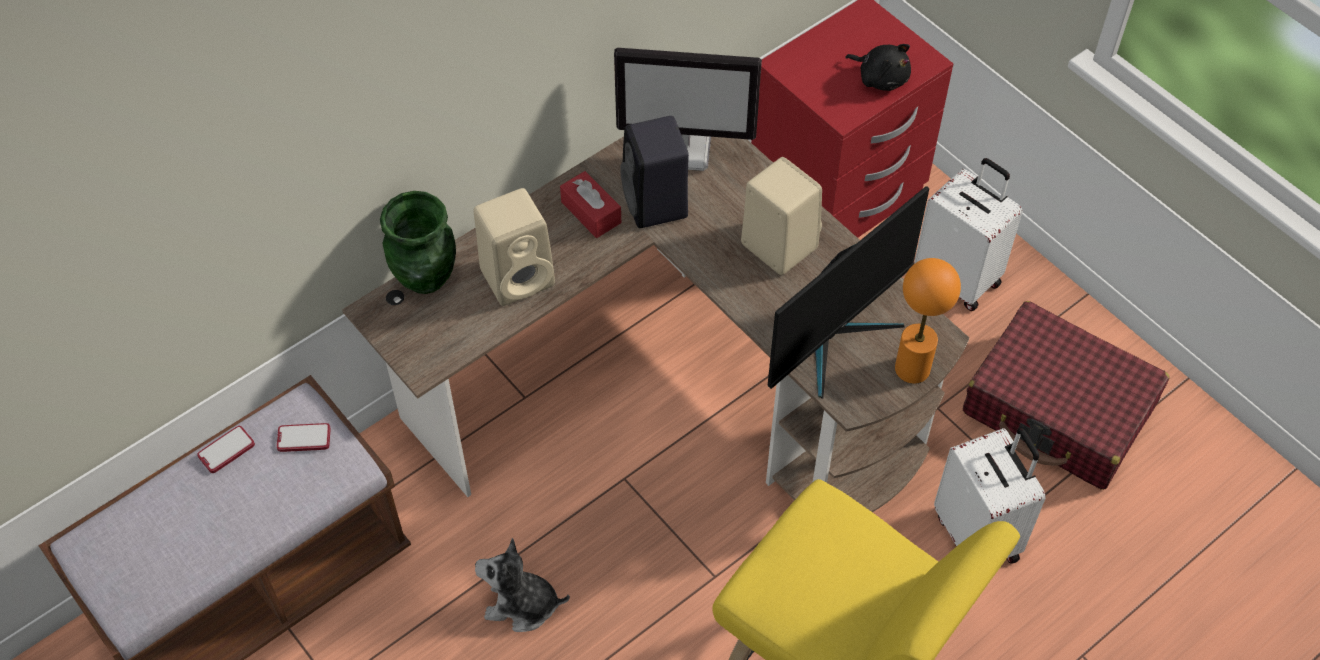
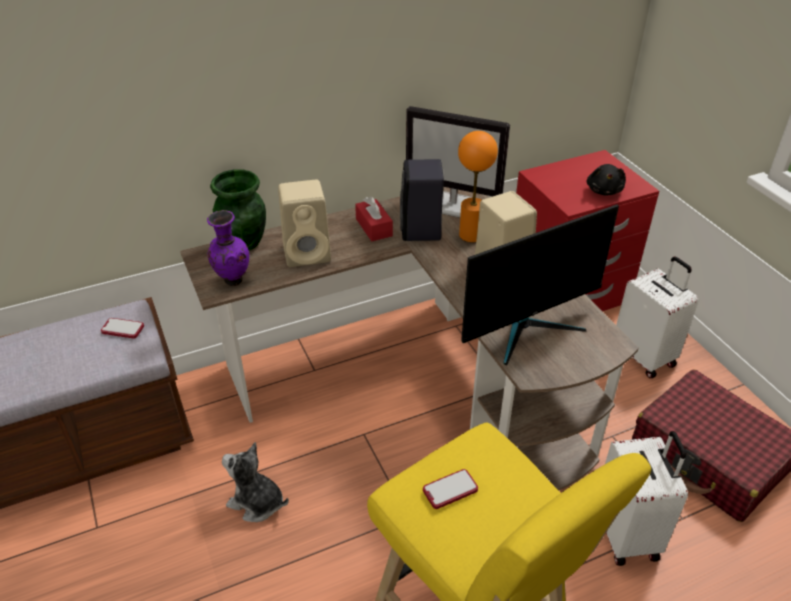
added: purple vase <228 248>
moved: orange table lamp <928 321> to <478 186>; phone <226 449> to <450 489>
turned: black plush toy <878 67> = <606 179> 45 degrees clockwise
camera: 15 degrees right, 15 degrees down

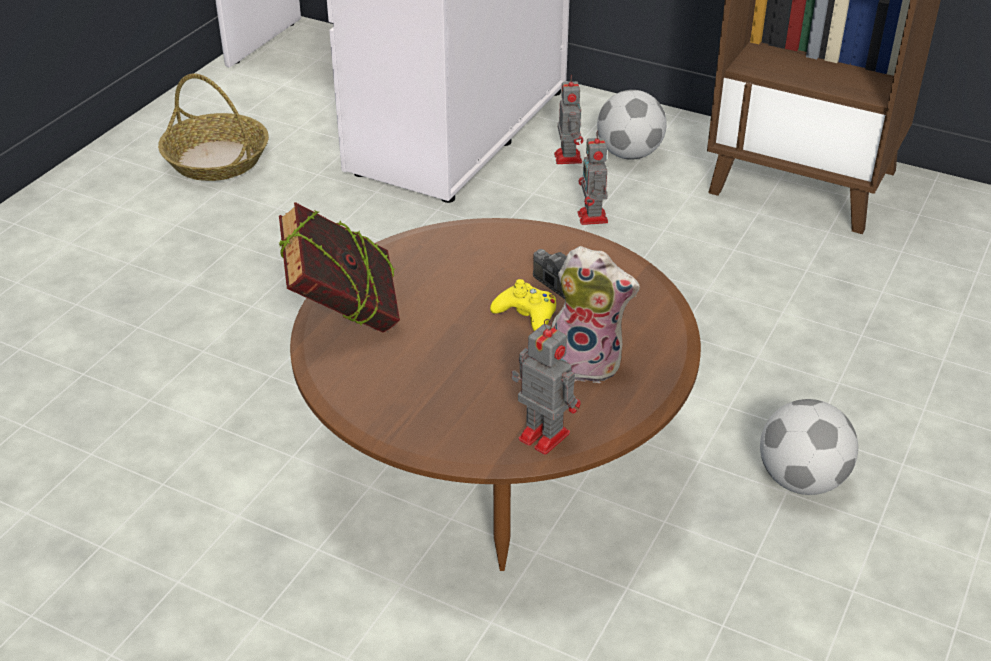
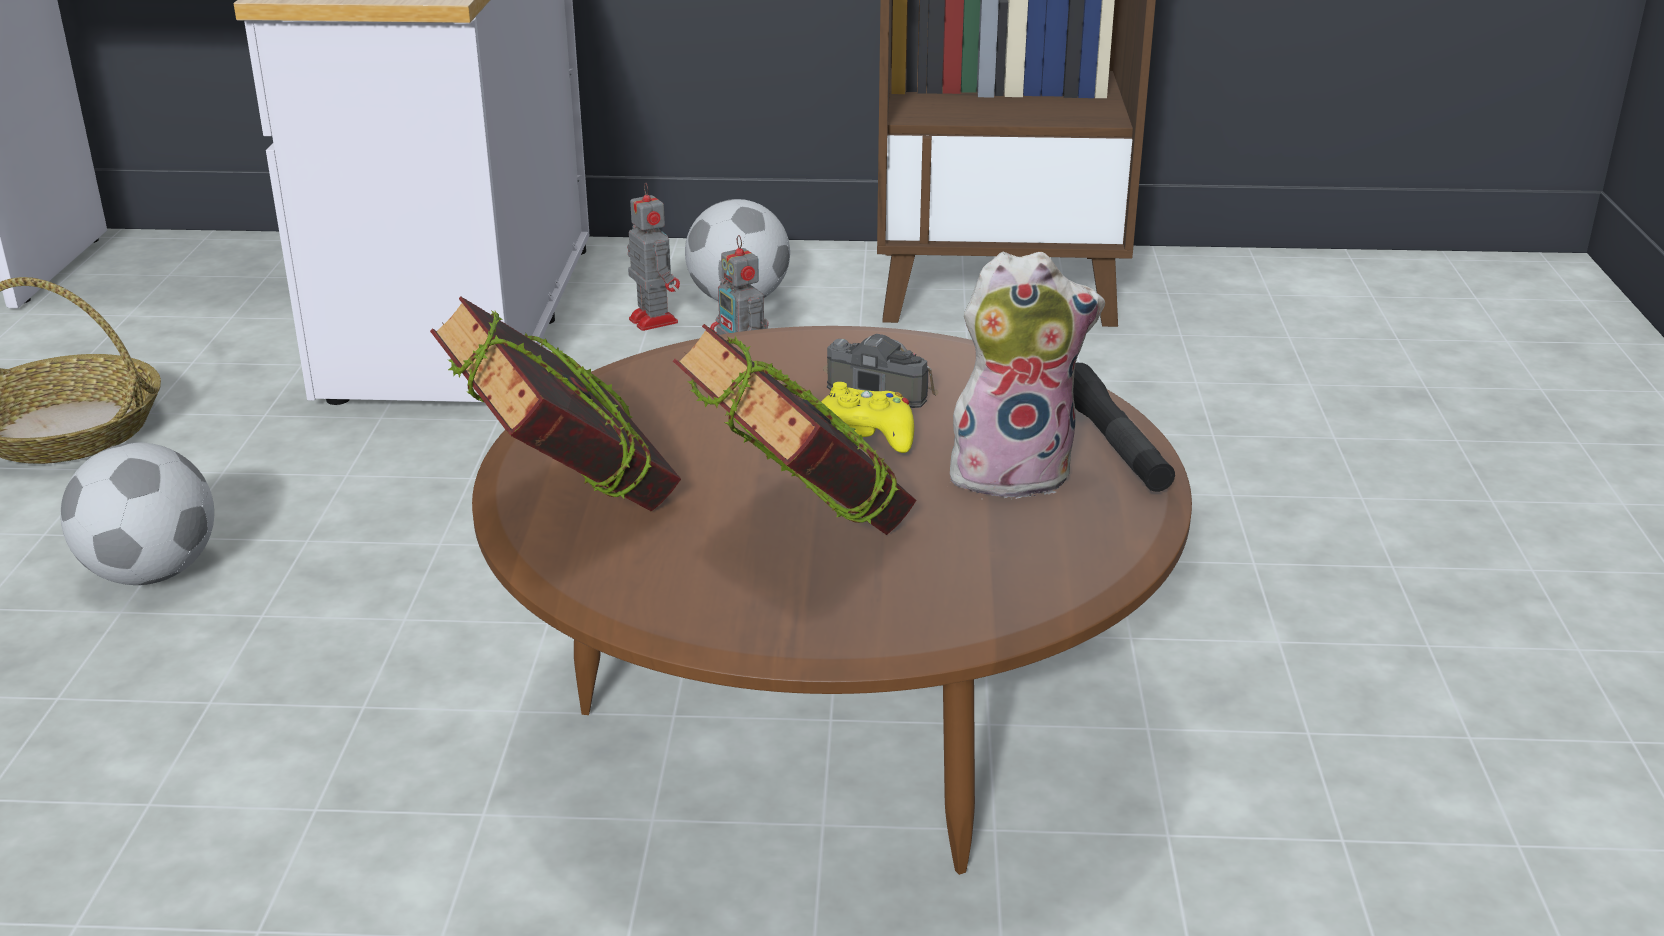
removed: toy robot <546 387>
added: book <794 429>; black flashlight <1124 427>
moved: football <809 447> to <137 513>
camera: 25 degrees left, 10 degrees down

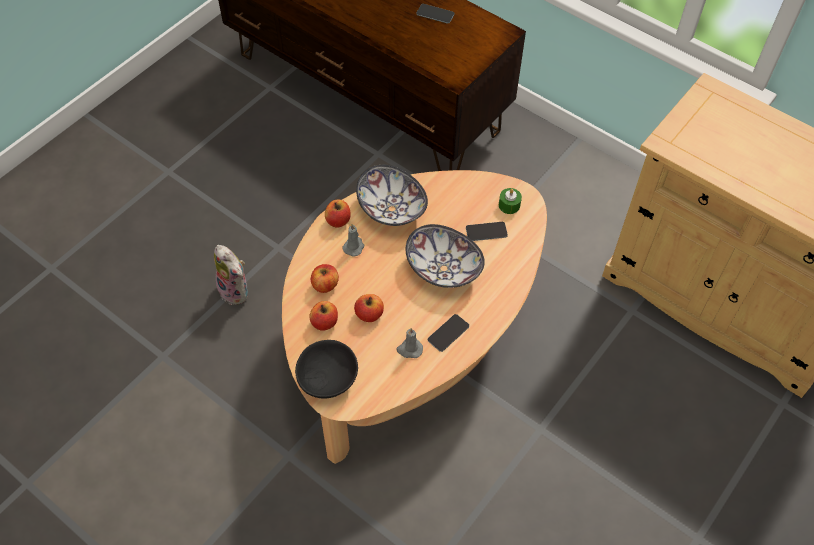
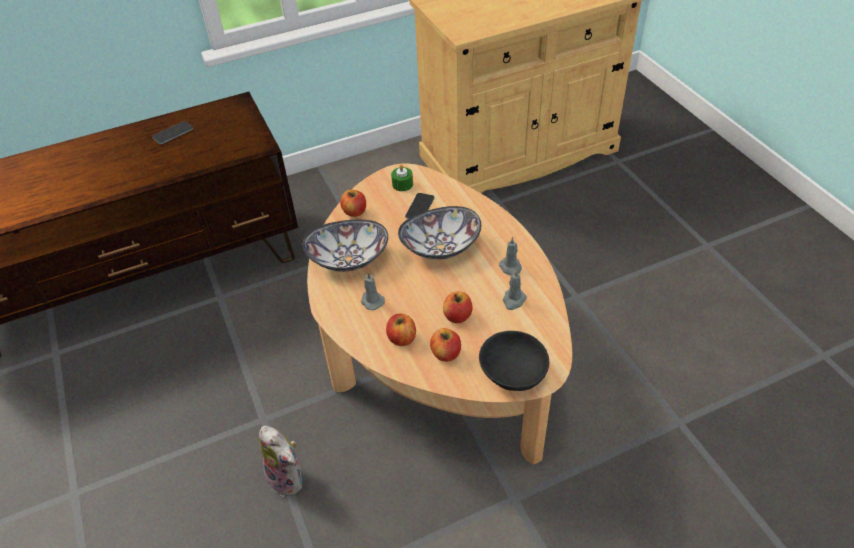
moved: apple <338 214> to <353 203>
replaced: phone <448 333> to grey candle <510 256>
turned: plush toy <231 275> = <281 461> 60 degrees clockwise
camera: 60 degrees left, 10 degrees down

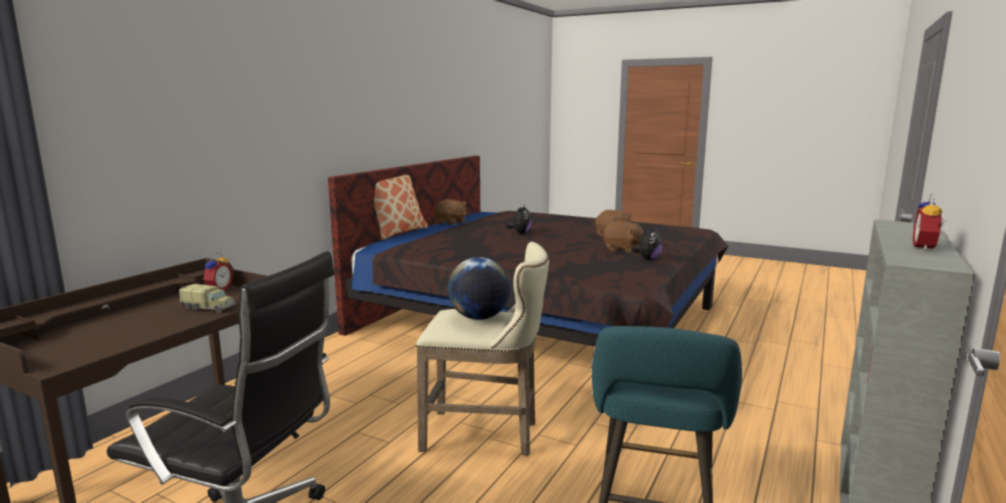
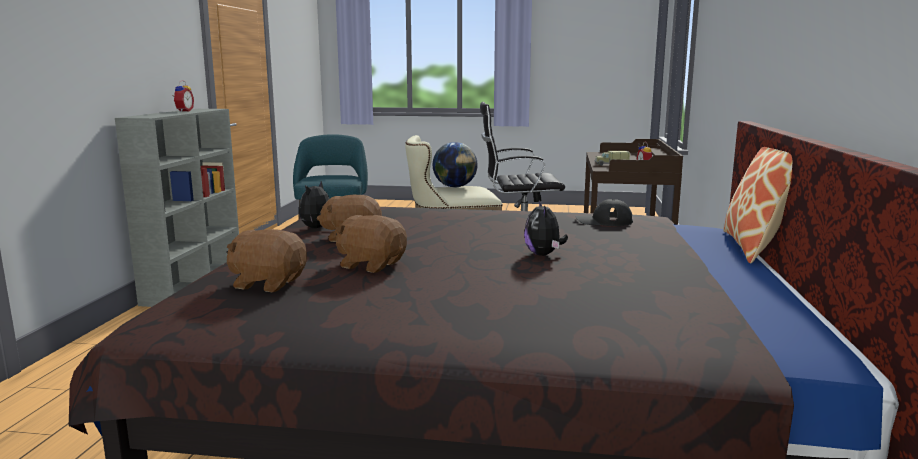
added: black cap <604 212>
moved: brown plush toy <451 212> to <267 260>
camera: 160 degrees right, 0 degrees up

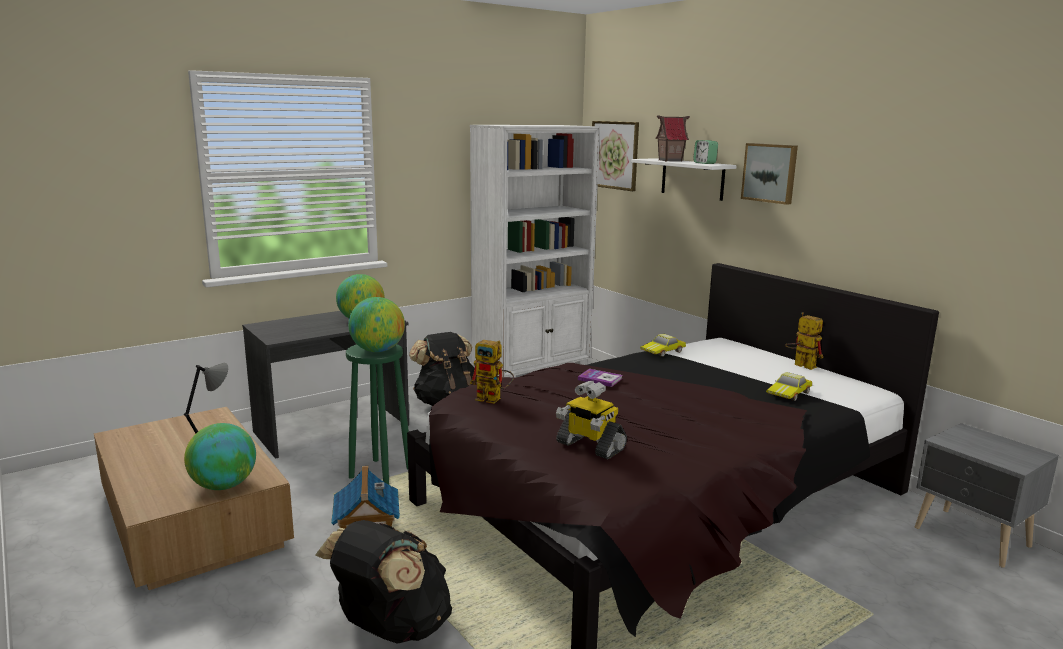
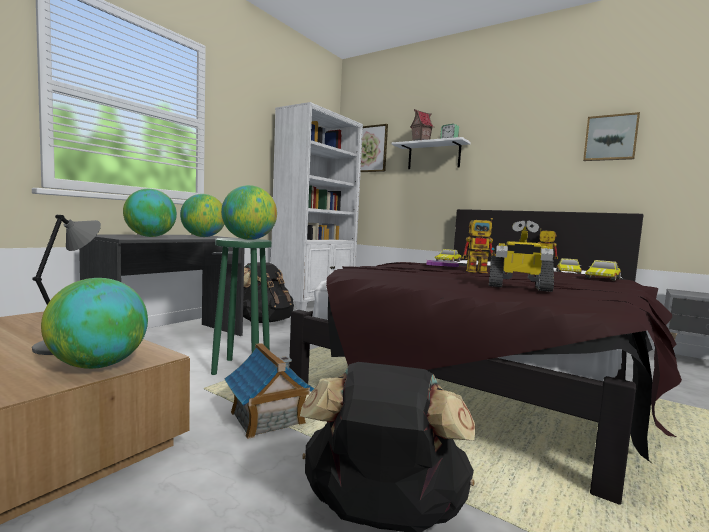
added: globe <150 213>; toy car <603 270>
moved: picture <769 174> to <611 136>; toy robot <492 372> to <479 245>
camera: 20 degrees left, 10 degrees down

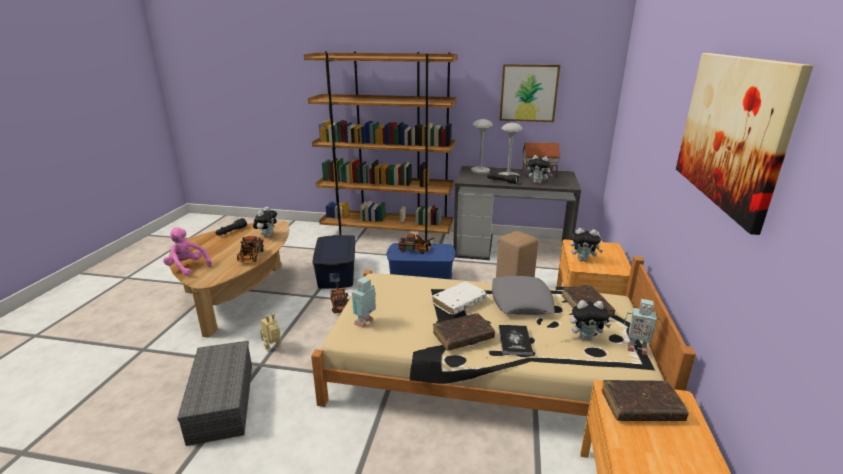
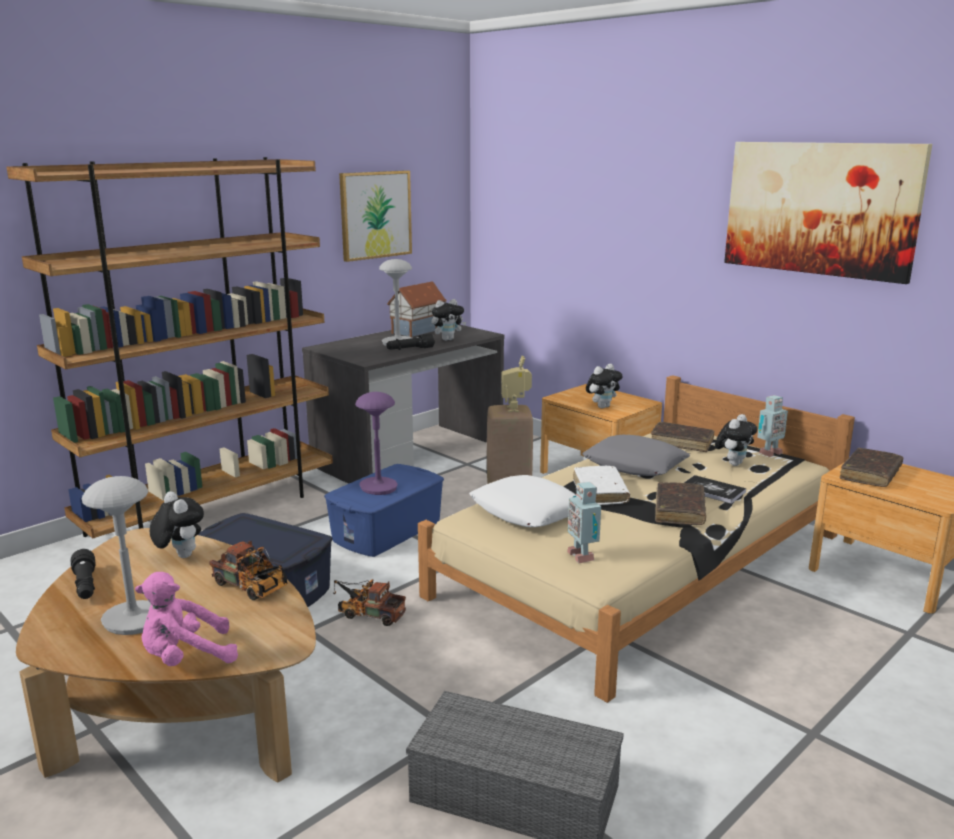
added: white pillow <522 501>
moved: grey table lamp <482 146> to <116 555>; toy robot <270 332> to <516 384>
replaced: toy truck <417 243> to purple table lamp <376 443>
camera: 55 degrees left, 5 degrees down

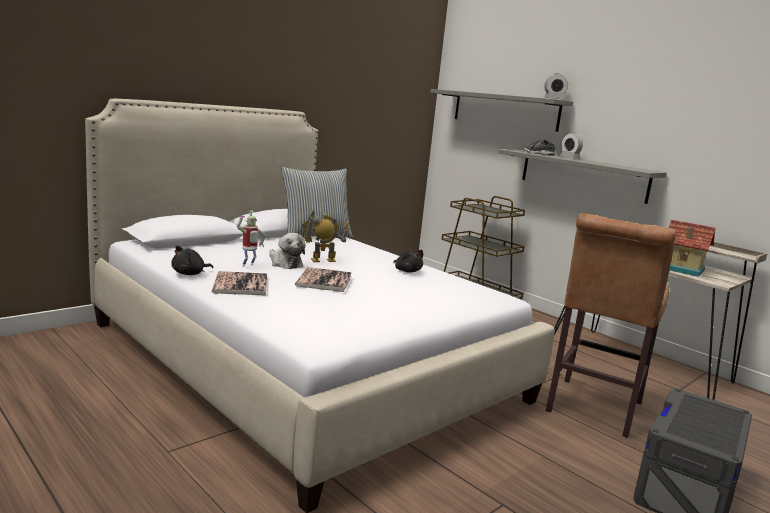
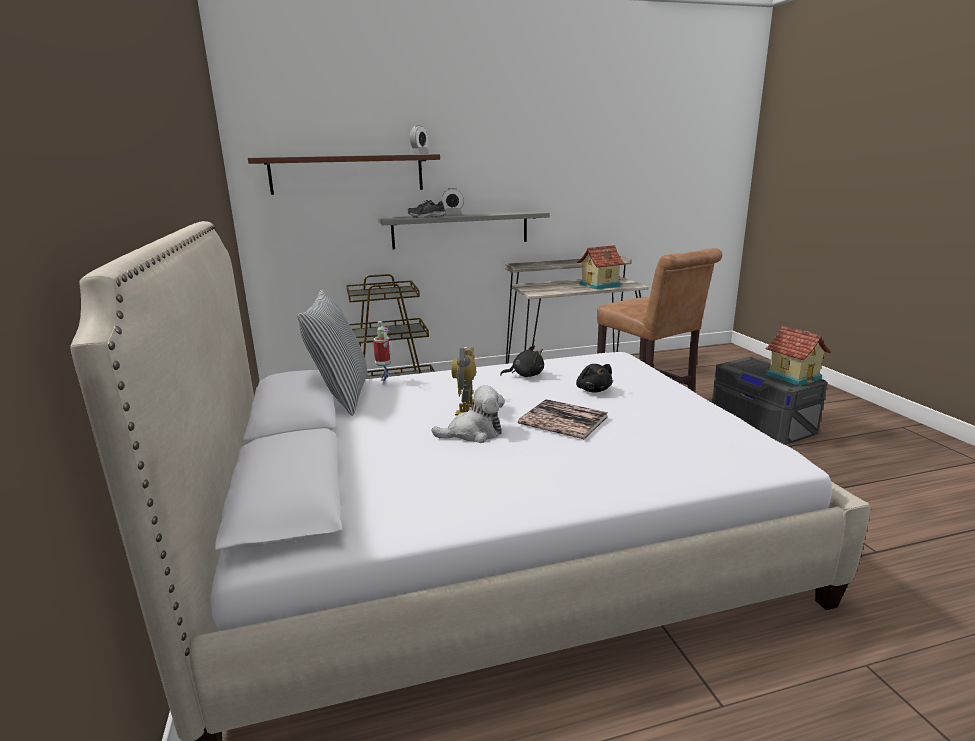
removed: book <239 283>
added: toy house <798 356>
moved: toy robot <251 239> to <382 353>; black plush toy <192 260> to <594 378>
recoloured: grey shelf <501 110> to brown shelf <344 174>
camera: 60 degrees left, 5 degrees up

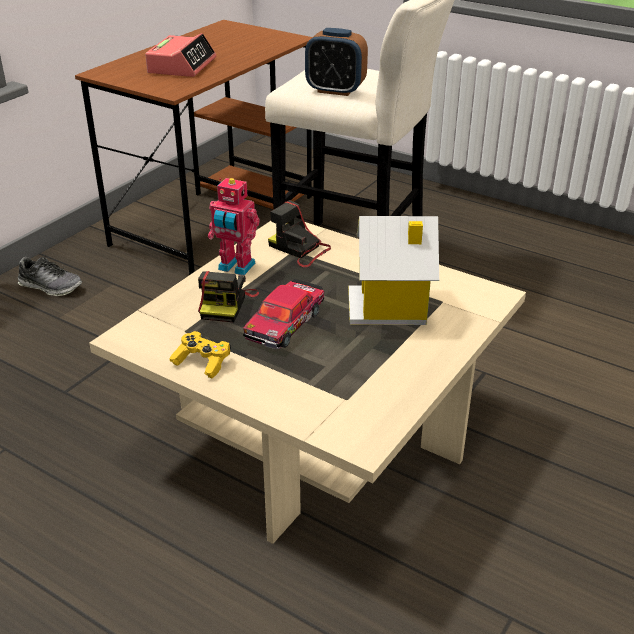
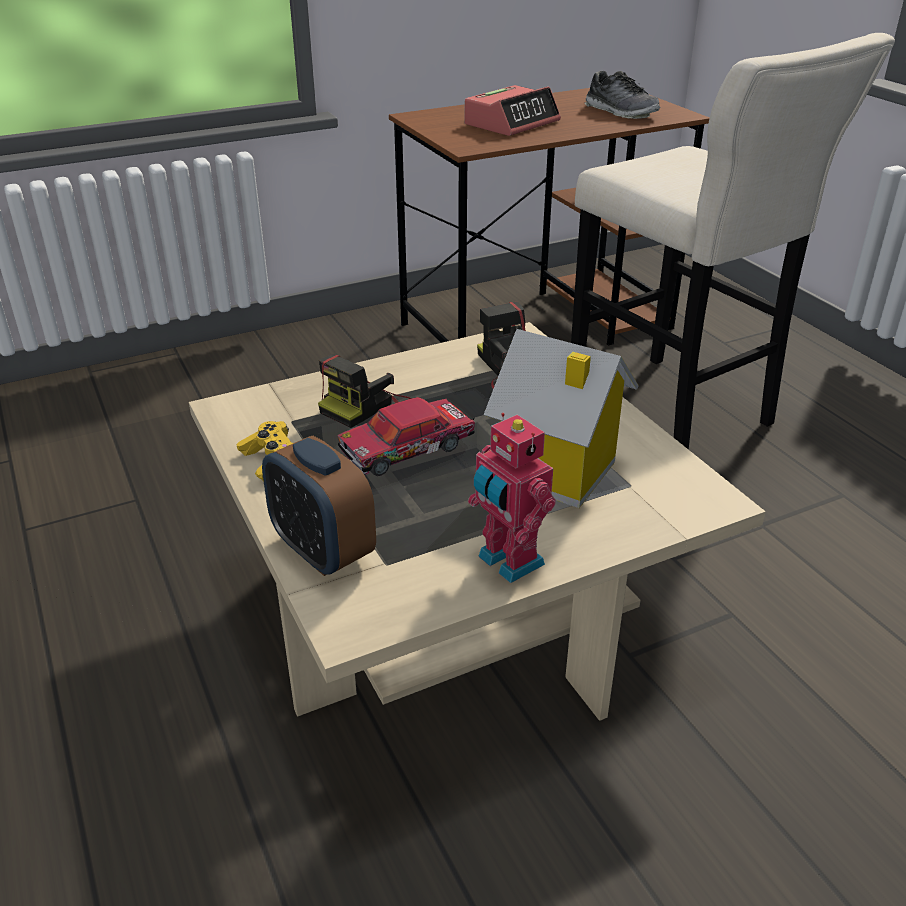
moved: alarm clock <336 62> to <319 506>; toy robot <234 226> to <512 498>; shoe <50 276> to <622 95>
camera: 30 degrees right, 0 degrees up

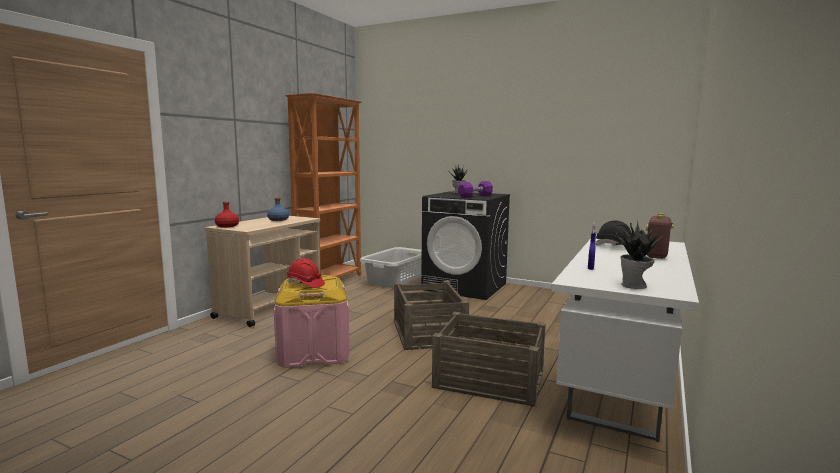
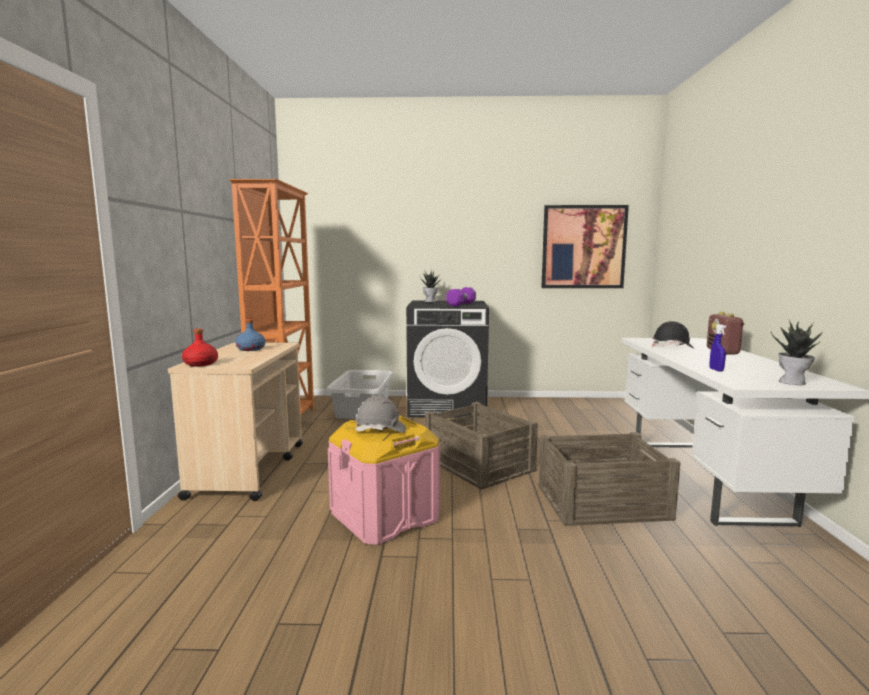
added: picture <585 246>
recoloured: red hard hat <305 273> to grey hard hat <380 414>
camera: 25 degrees left, 0 degrees up

